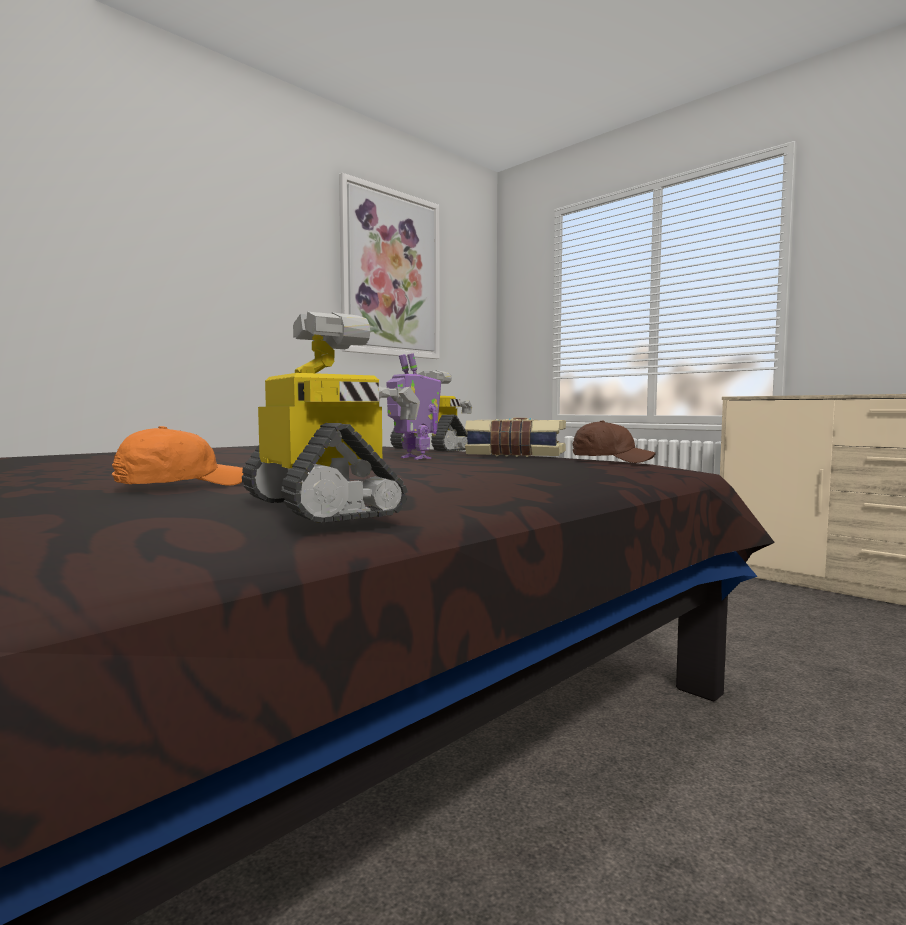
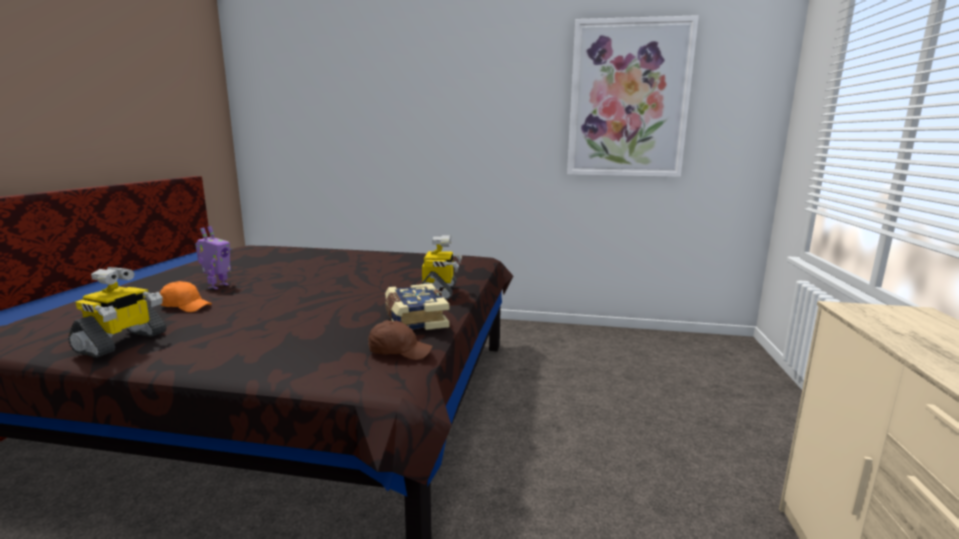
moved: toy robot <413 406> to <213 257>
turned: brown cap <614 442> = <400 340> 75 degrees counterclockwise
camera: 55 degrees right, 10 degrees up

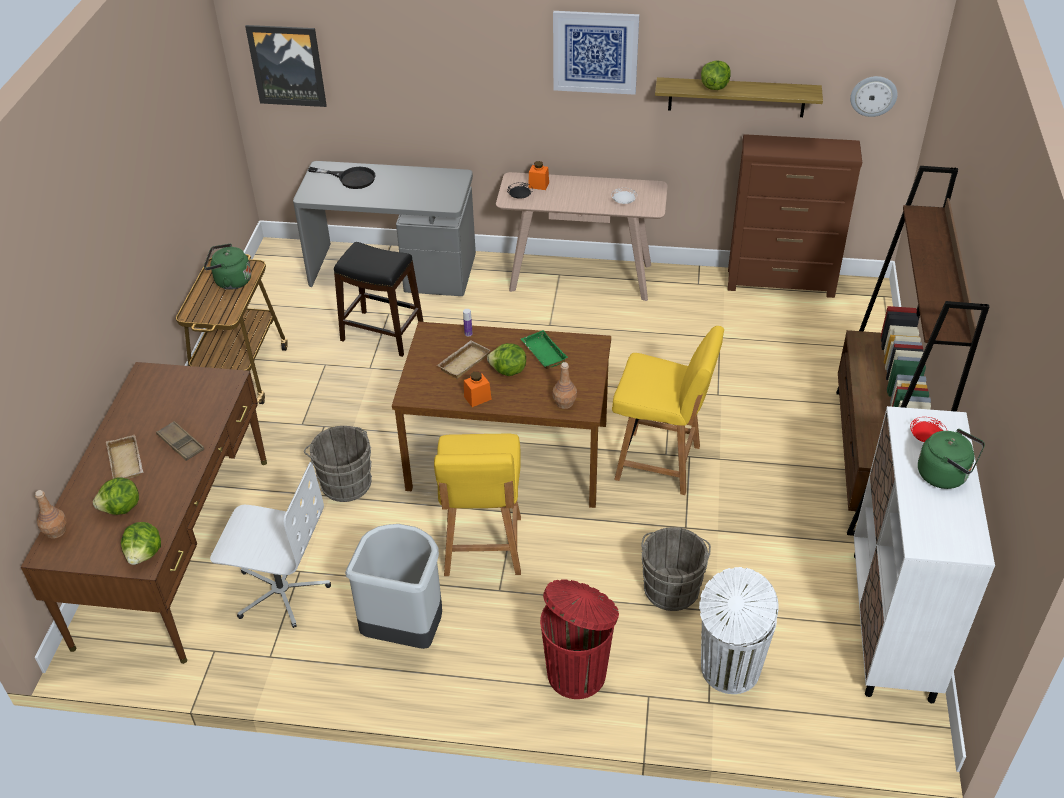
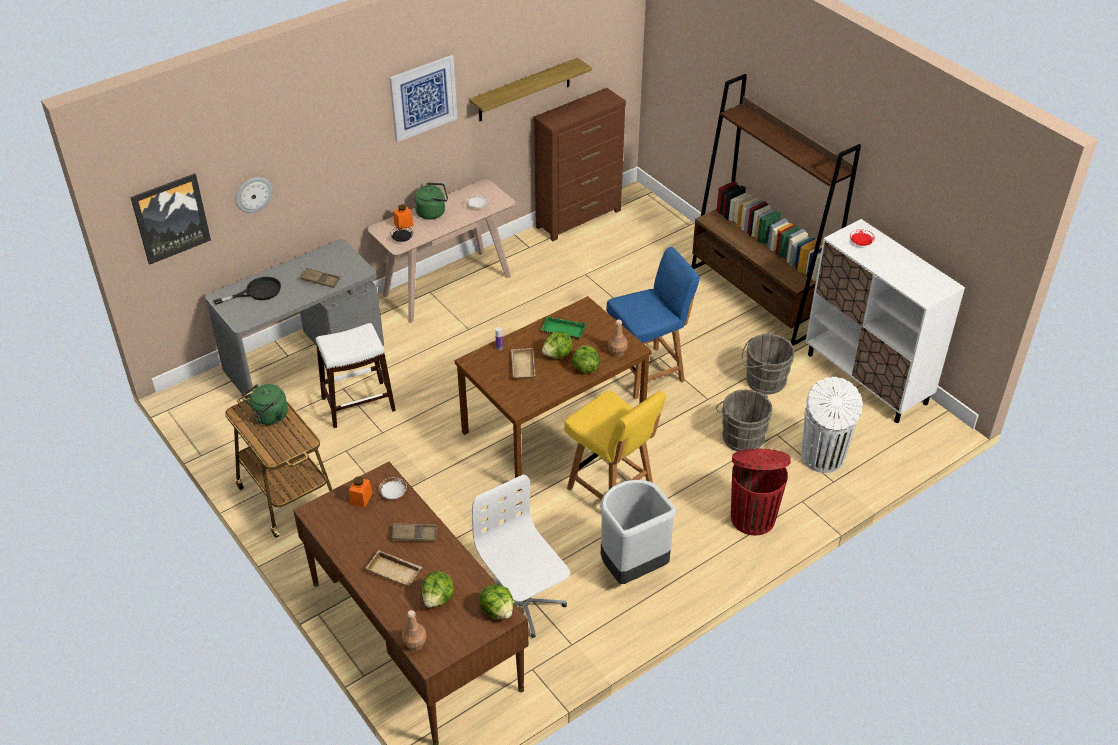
added: brown tray <320 278>; white plate <393 488>
moved: lettuce <716 75> to <585 359>; wall clock <874 96> to <254 195>; orange jar <478 389> to <360 492>; grey bucket <338 464> to <768 363>; green kettle <951 459> to <431 201>
recoloured: black stool <379 299> to white stool <356 375>; yellow chair <668 410> to blue chair <653 323>
turned: white office chair <270 545> = <521 556> 90 degrees counterclockwise
camera: 45 degrees left, 0 degrees up

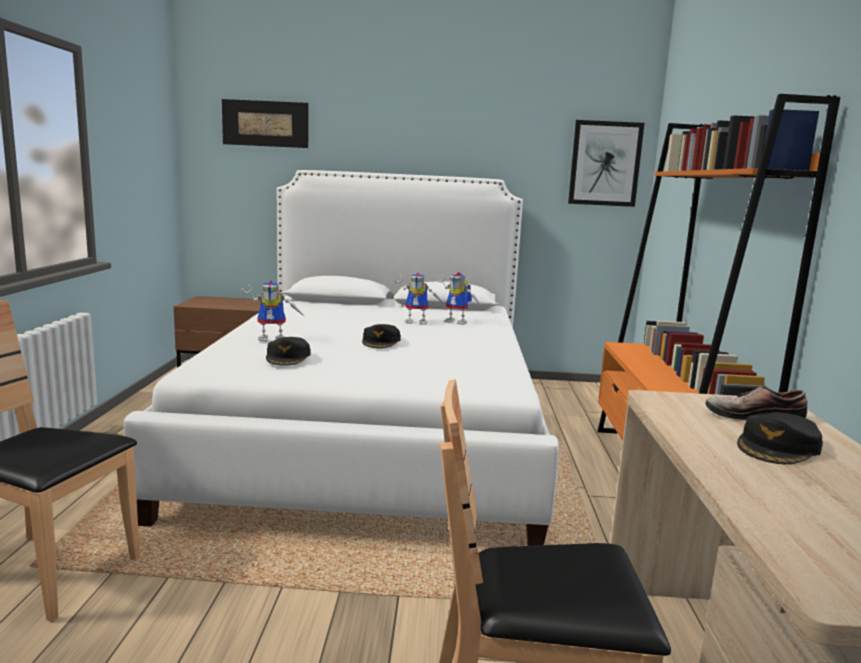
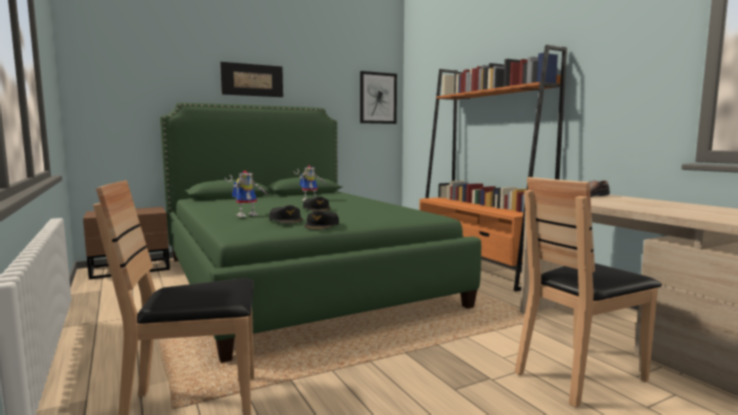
removed: toy robot <459 298>
moved: picture <265 123> to <251 79>; black cap <780 438> to <321 220>
recoloured: white bed <341 358> to green bed <320 233>
camera: 30 degrees left, 5 degrees down

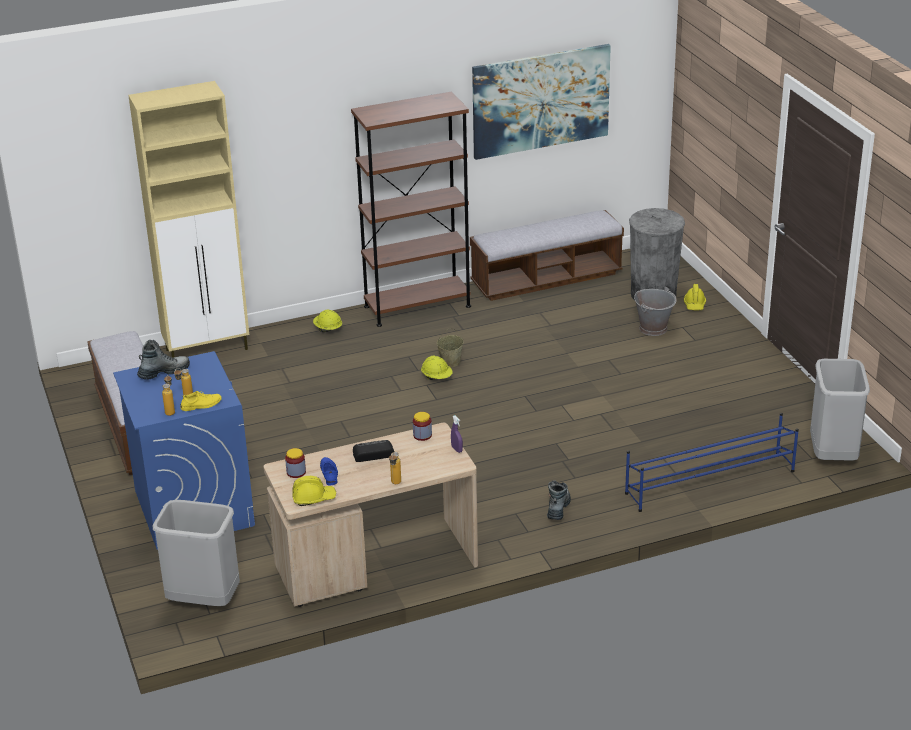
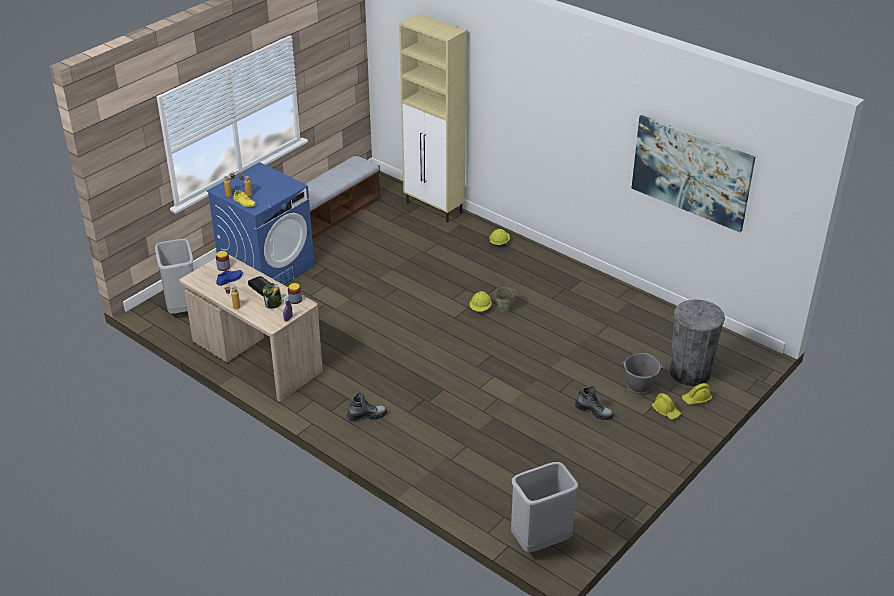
removed: brown bookcase <411 209>; bench <547 255>; blue shoe rack <712 462>
added: jar <272 296>
moved: boot <163 360> to <594 403>; yellow hard hat <314 491> to <666 406>
camera: 60 degrees right, 5 degrees up

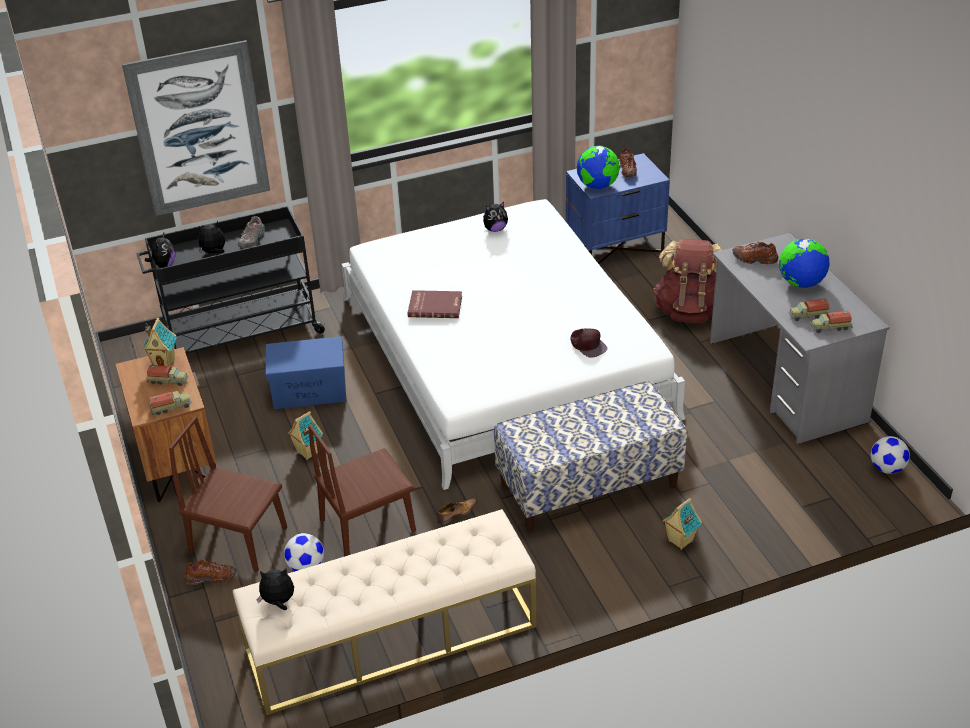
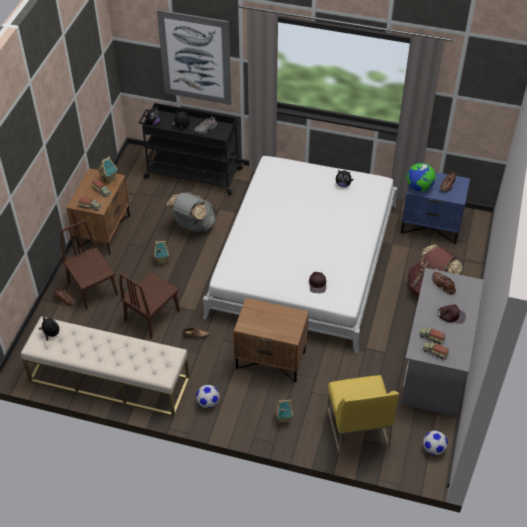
removed: red book <435 304>
added: yellow chair <363 415>
moved: football <304 552> to <208 396>
replaced: globe <804 263> to brown cap <451 314>; blue storage box <306 372> to grey backpack <191 212>; bench <590 456> to brown nightstand <271 340>
turned: brown chair <362 490> = <149 305> 60 degrees counterclockwise
camera: 35 degrees right, 10 degrees up

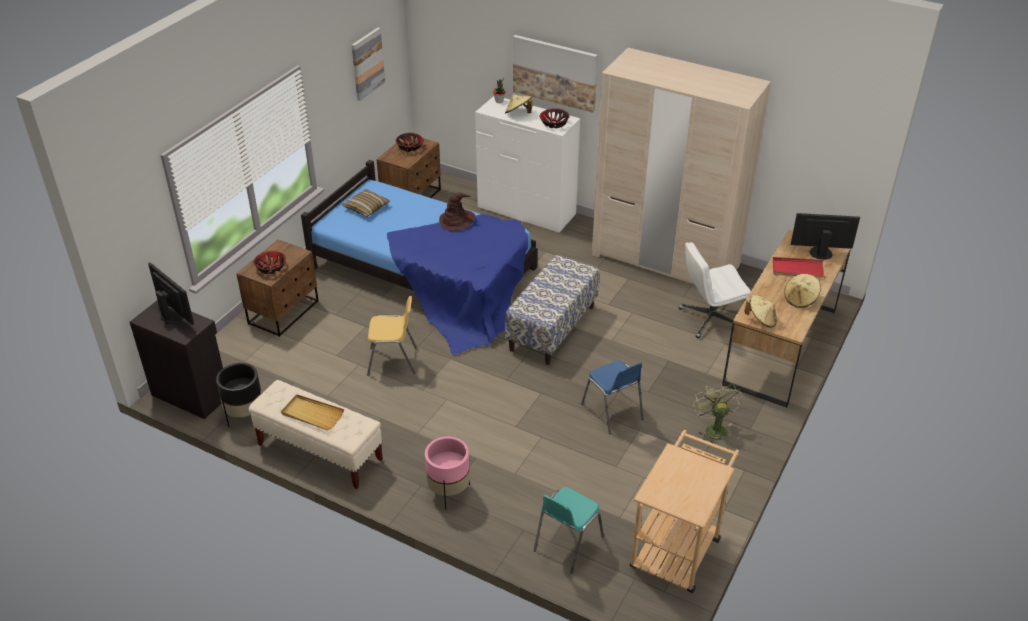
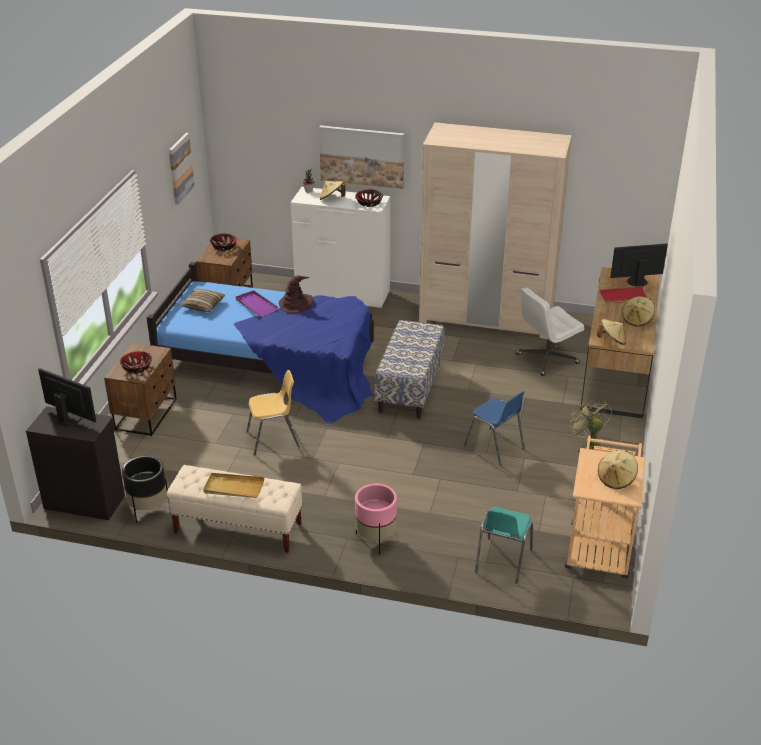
added: purple tray <257 303>; beige hat <618 469>
camera: 15 degrees left, 5 degrees down

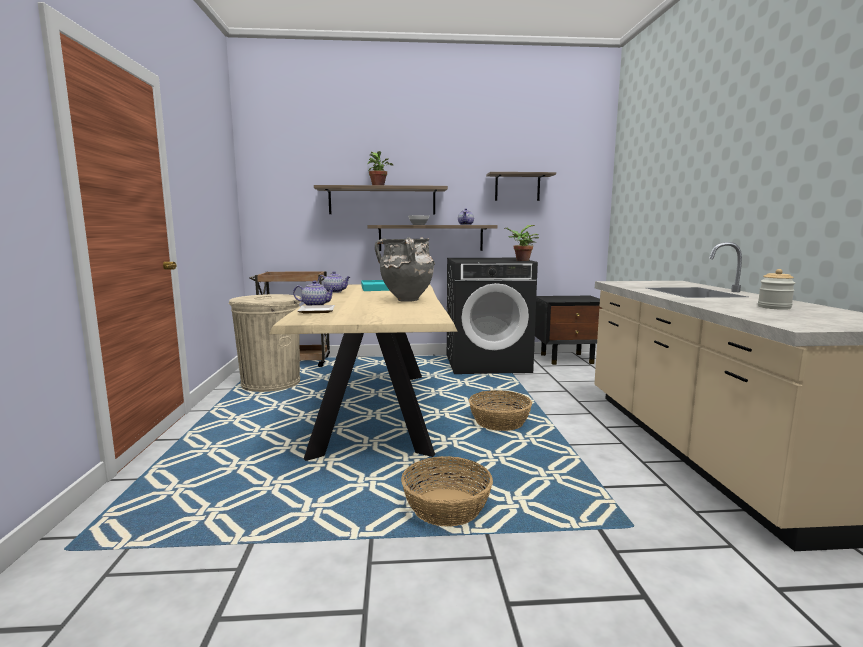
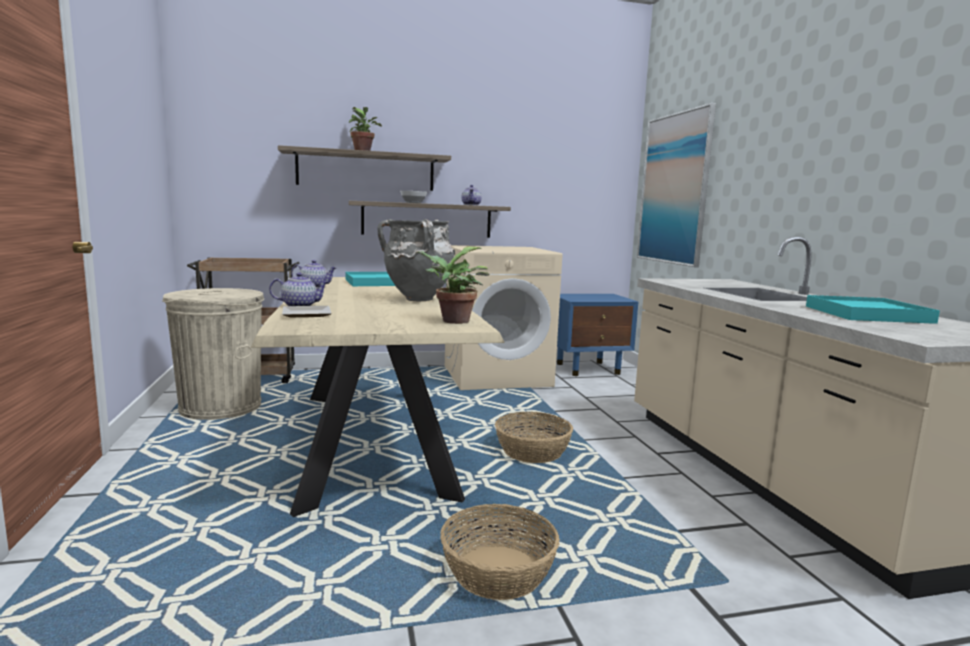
removed: shelf <521 186>
added: picture <676 185>
moved: potted plant <521 243> to <452 285>
replaced: jar <776 289> to turquoise tray <873 309>
recoloured: black washing machine <492 316> to beige washing machine <503 317>; black nightstand <568 330> to blue nightstand <597 335>
camera: 10 degrees left, 0 degrees up

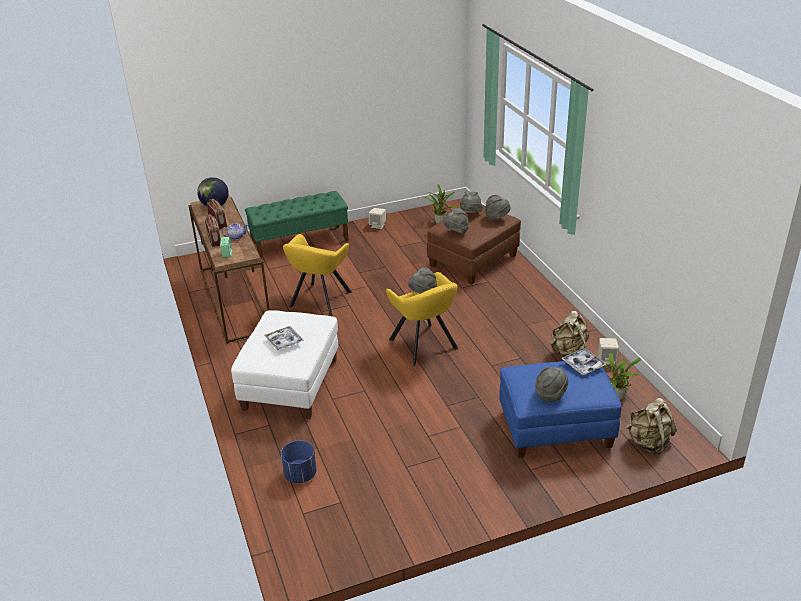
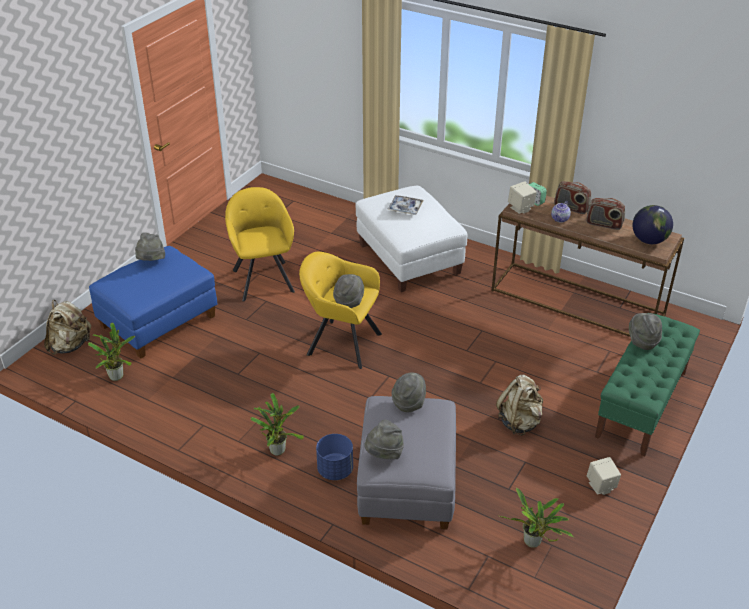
removed: tray <583 361>
added: potted plant <277 424>
moved: grey hat <471 201> to <645 331>; yellow armchair <317 275> to <260 244>; beige backpack <569 334> to <519 405>; beige speaker <608 351> to <522 197>; blue planter <299 461> to <334 457>
recoloured: brown ottoman <474 245> to grey ottoman <406 463>
camera: 140 degrees right, 5 degrees up

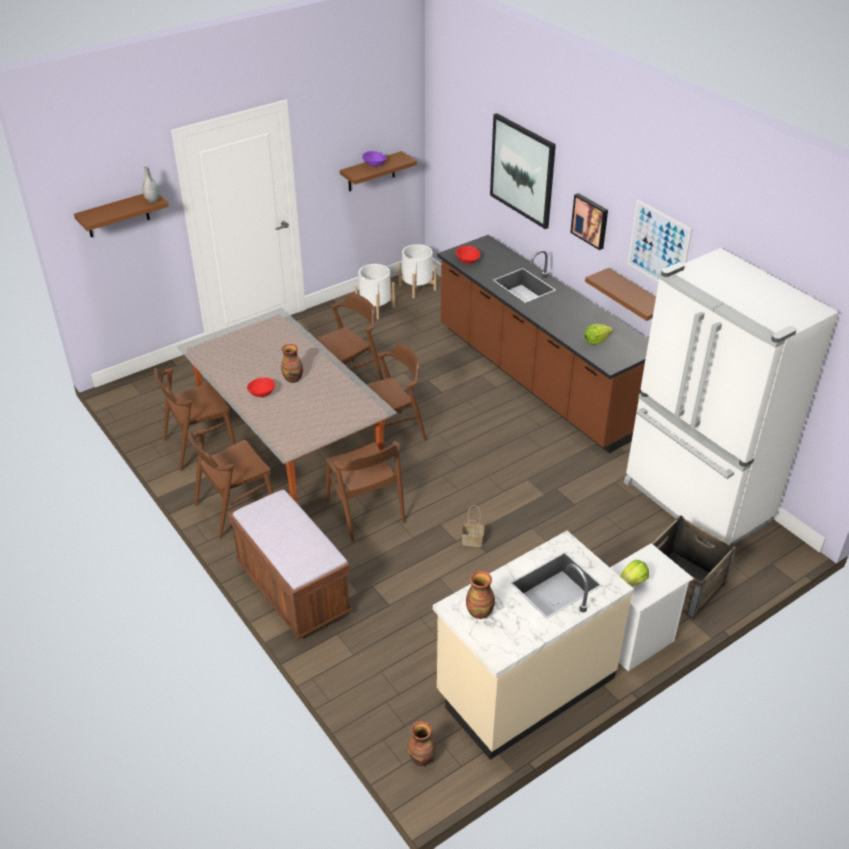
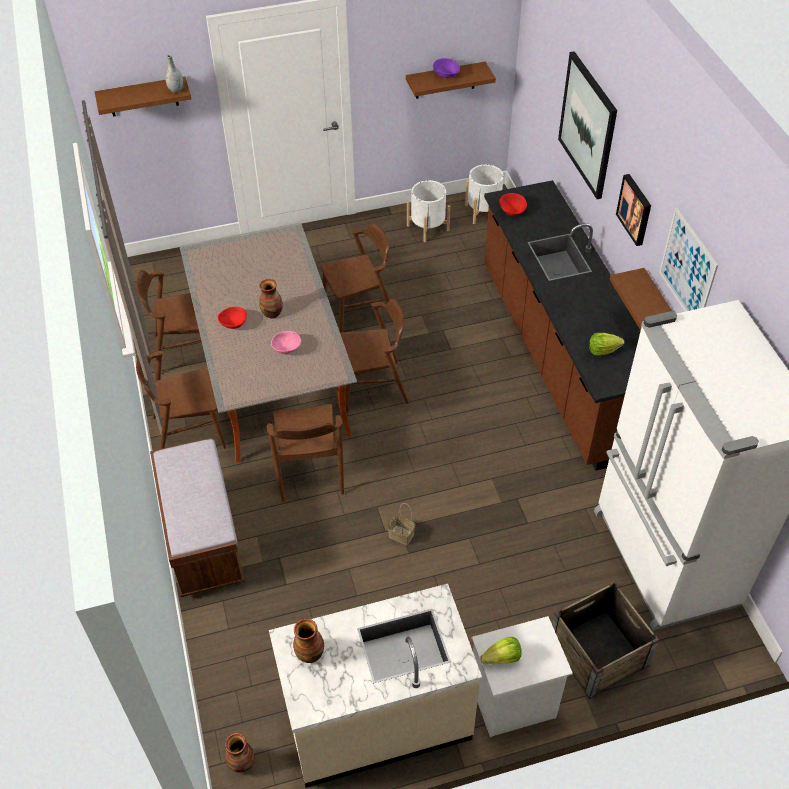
added: pink bowl <286 342>
camera: 20 degrees right, 10 degrees up

